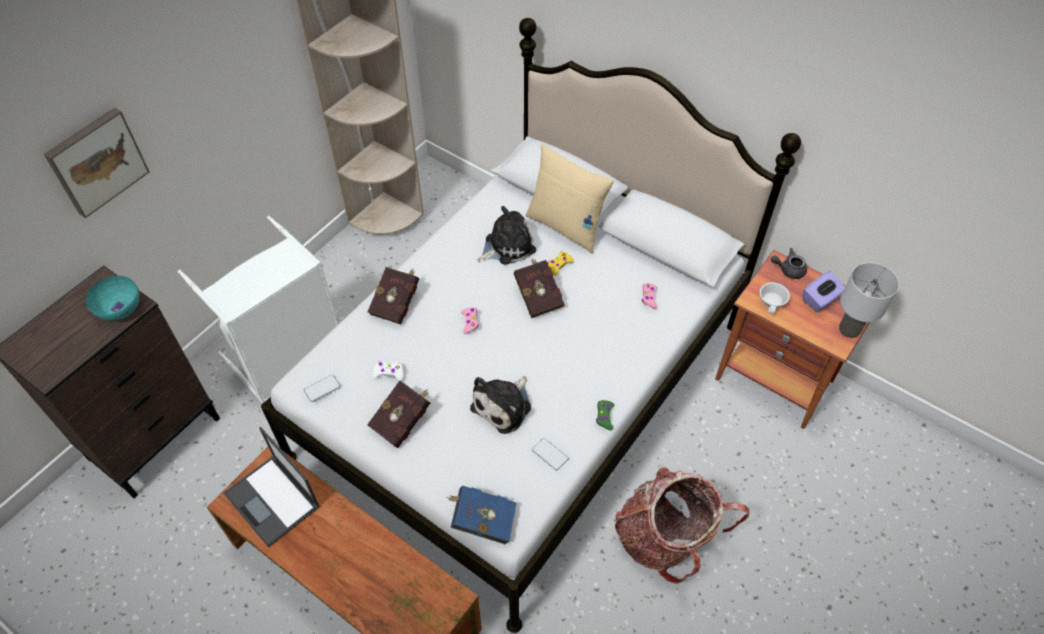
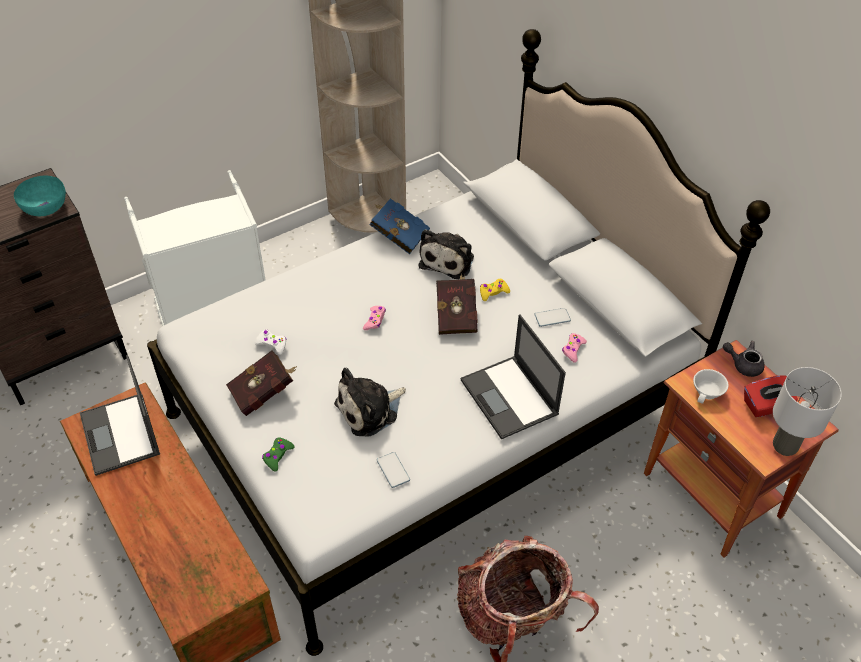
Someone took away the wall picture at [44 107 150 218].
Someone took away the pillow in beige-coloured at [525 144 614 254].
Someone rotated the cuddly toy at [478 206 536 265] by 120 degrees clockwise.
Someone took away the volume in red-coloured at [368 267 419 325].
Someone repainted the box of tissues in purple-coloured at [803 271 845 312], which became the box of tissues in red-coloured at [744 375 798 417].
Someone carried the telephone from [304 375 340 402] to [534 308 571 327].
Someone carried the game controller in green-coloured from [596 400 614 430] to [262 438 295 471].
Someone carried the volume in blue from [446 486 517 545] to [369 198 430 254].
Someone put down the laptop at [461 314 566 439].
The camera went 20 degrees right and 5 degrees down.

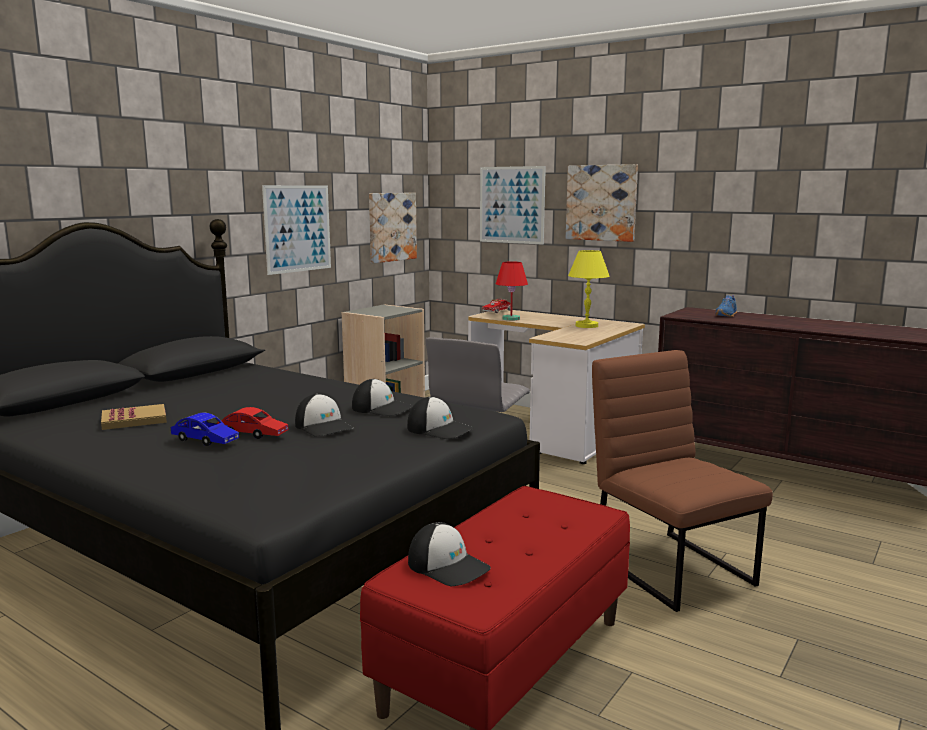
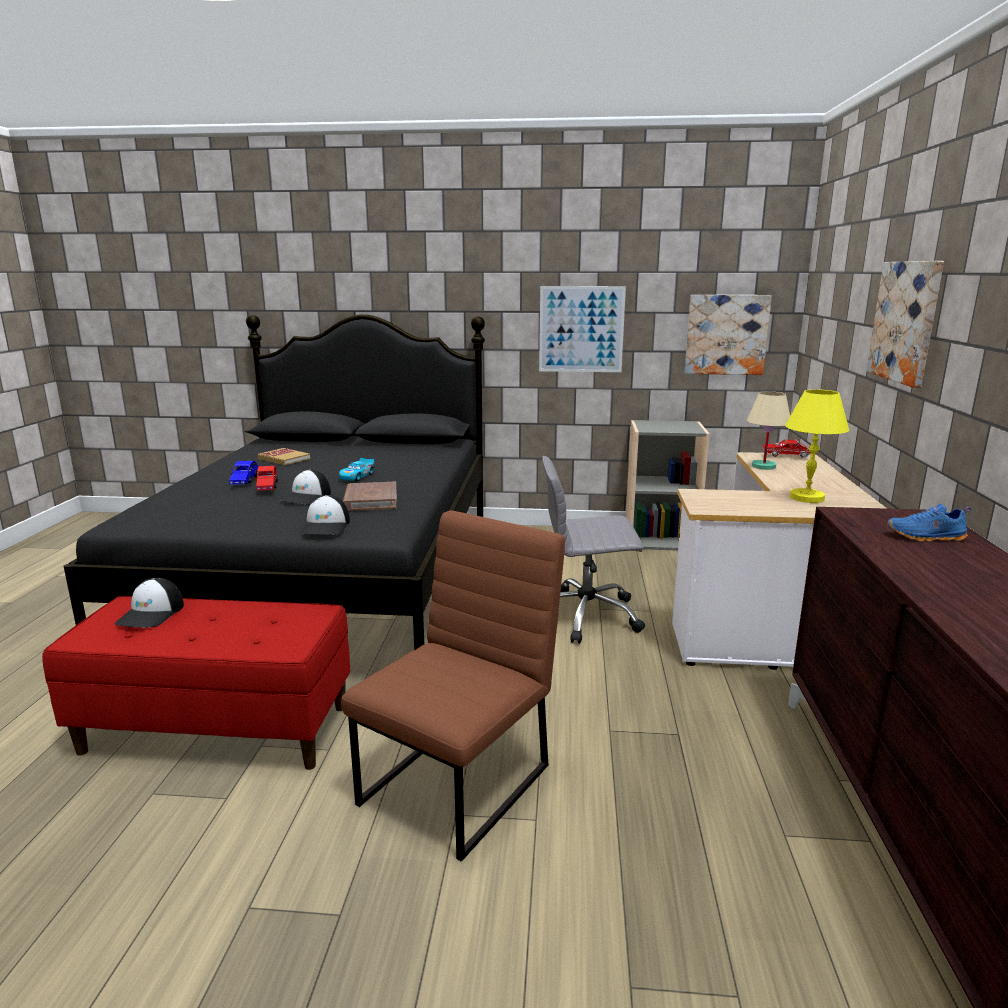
Someone took away the wall picture at [480 166 546 245].
Someone repainted the lamp for a table in red-coloured at [496 262 528 321], which became the lamp for a table in beige-coloured at [747 392 790 470].
Someone swapped the baseball cap at [352 379 413 416] for the volume in brownish at [343 482 397 511].
Someone put down the model car at [339 458 374 481].
The camera went 60 degrees right and 5 degrees up.

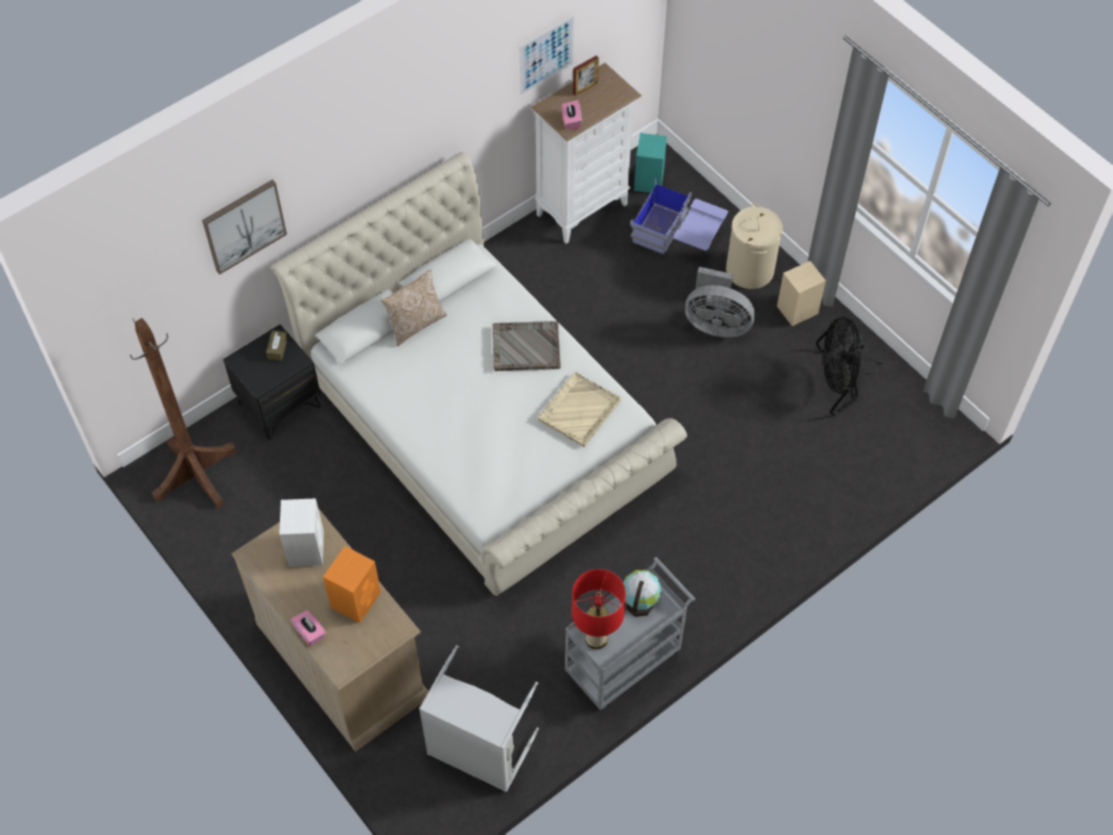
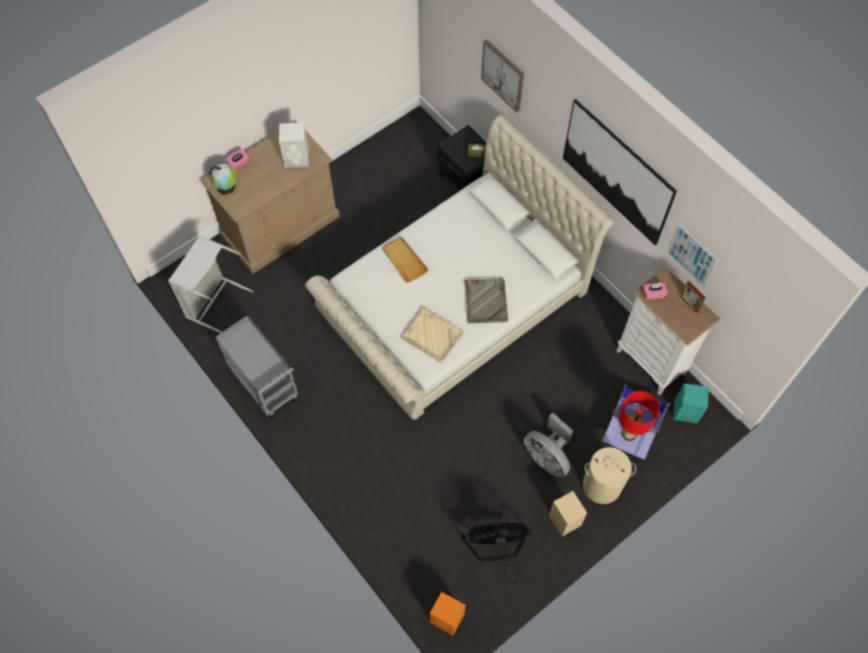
Someone rotated the cooling fan in greyish at [685 267 755 337] by 60 degrees counterclockwise.
Someone took away the pillow at [381 269 447 347].
Someone took away the garment rack in brownish at [130 318 237 508].
Someone carried the speaker in orangey from [323 546 381 623] to [430 592 466 636].
Someone carried the lamp for a table in red-coloured from [572 569 626 649] to [619 391 660 441].
Someone carried the desk globe from [623 570 662 617] to [209 164 237 195].
Someone put up the wall picture at [563 99 677 245].
Someone put down the tray in beige-coloured at [382 237 429 283].
The camera went 90 degrees right and 5 degrees up.

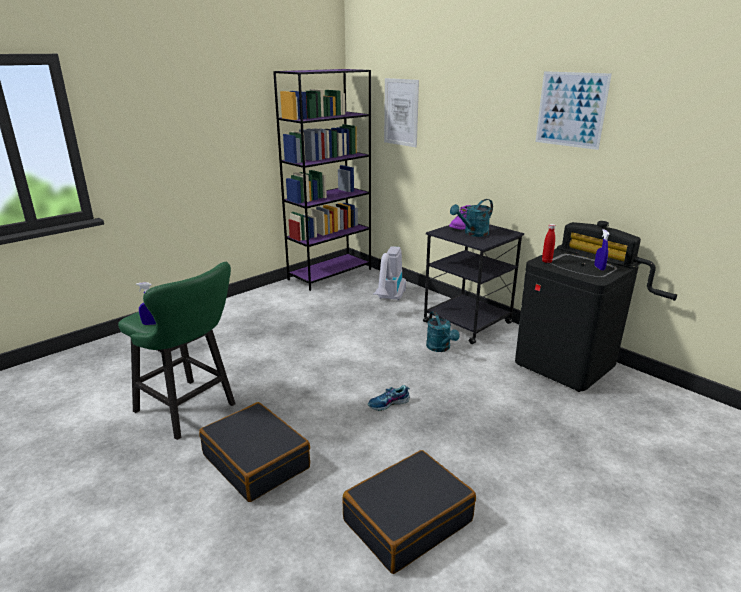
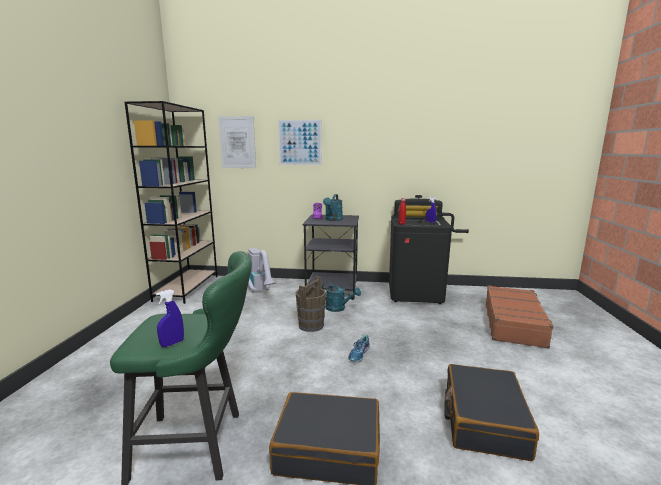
Someone repainted the bookcase in purple-coloured at [273 69 371 291], which became the bookcase in beige-coloured at [125 101 218 304].
Someone carried the wall picture from [535 71 612 150] to [278 120 322 165].
Someone put down the water bucket in brownish at [296 276 326 332].
Someone put down the suitcase in brownish at [486 285 554 349].
The camera went 40 degrees left and 10 degrees down.

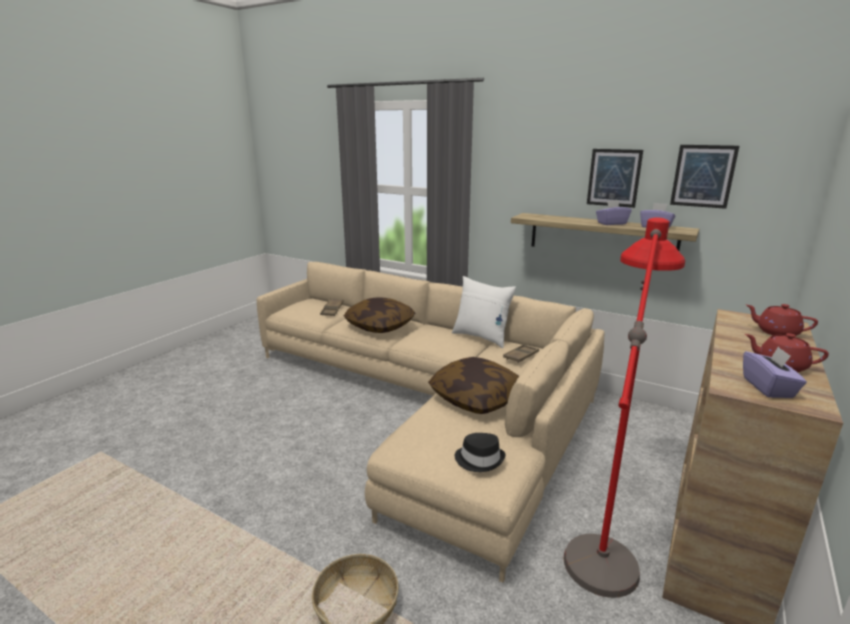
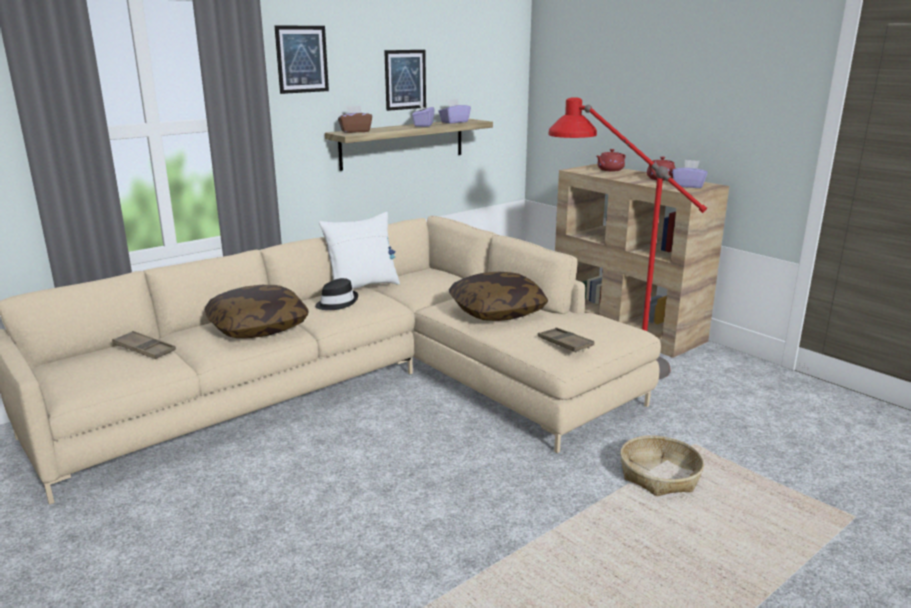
Someone carried the wall picture from [670 145 739 209] to [274 25 329 94].
Someone carried the tray in brownish from [503 344 539 363] to [538 327 594 352].
Someone carried the clothing hat in blackish from [455 433 505 472] to [315 278 358 310].
Someone put down the box of tissues in brownish at [338 106 372 133].
The camera went 70 degrees left and 0 degrees up.

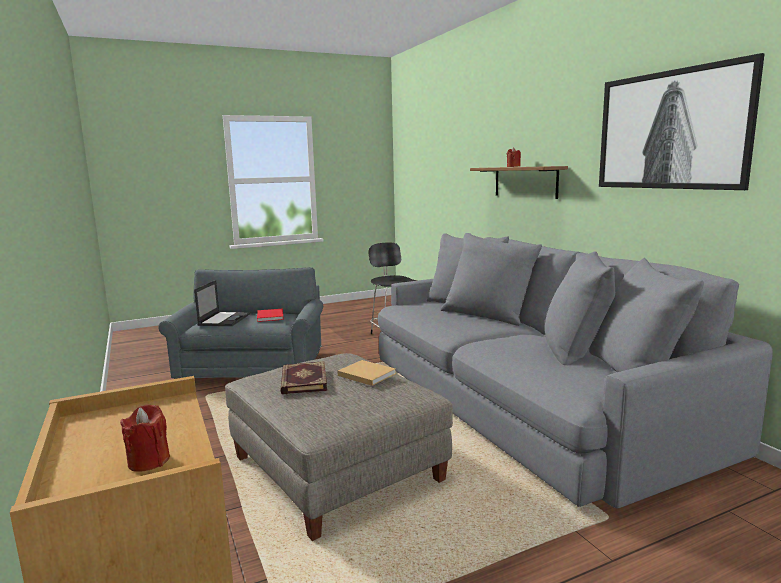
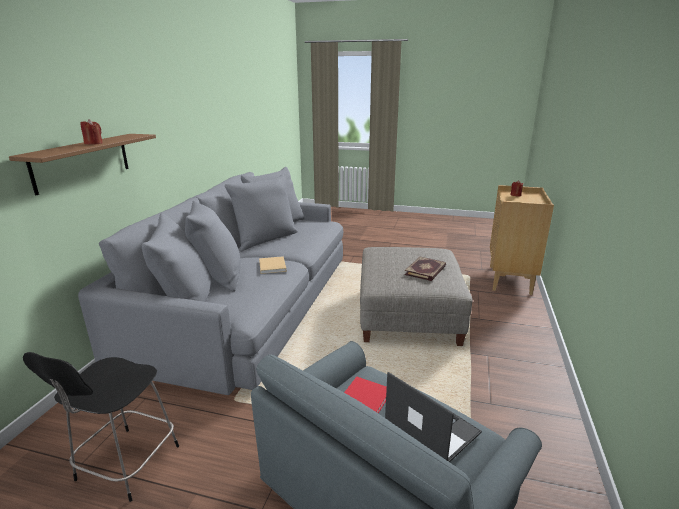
Someone took away the wall picture at [599 53 765 190].
Someone rotated the laptop at [194 280 250 326] by 90 degrees clockwise.
Someone carried the volume in beige-coloured from [338 360 396 386] to [259 256 286 274].
The camera went 140 degrees left and 10 degrees up.

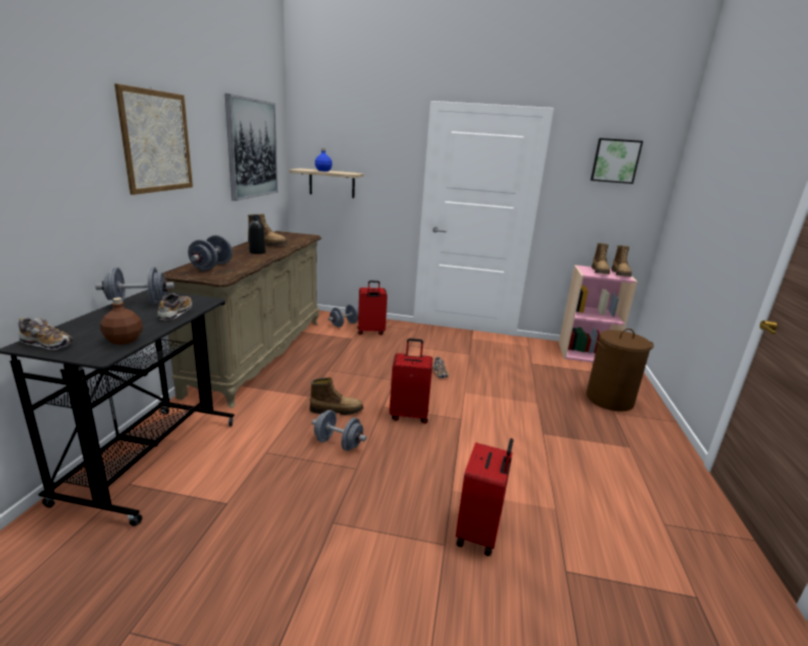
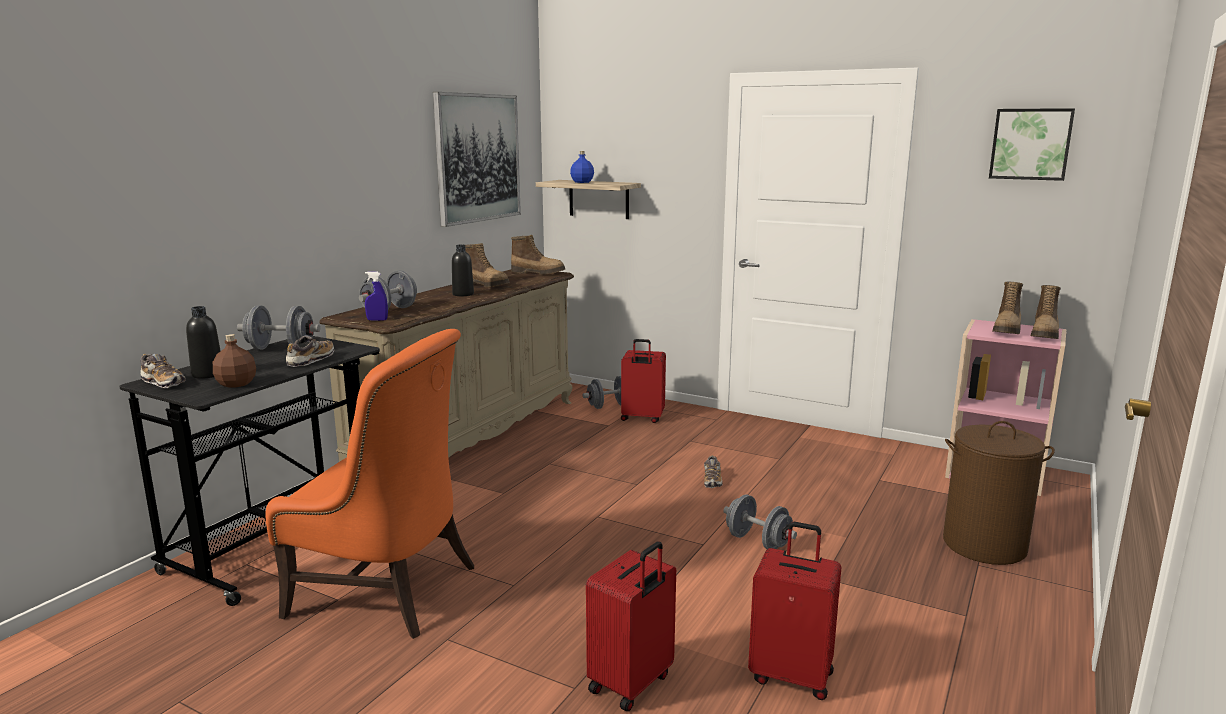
Someone took away the wall picture at [114 84 193 195].
Someone carried the suitcase in red-coloured from [389 338 433 424] to [748 522 842 700].
Someone carried the boot from [310 377 364 415] to [511 235 565 275].
Someone carried the dumbbell in greyish from [312 410 367 451] to [723 495 797 549].
Someone put down the spray bottle in blue at [365 271 388 321].
Someone put down the drink bottle in blackish at [186 306 221 379].
Someone put down the upright chair in orangey at [265 329 474 639].
The camera went 20 degrees right and 5 degrees down.

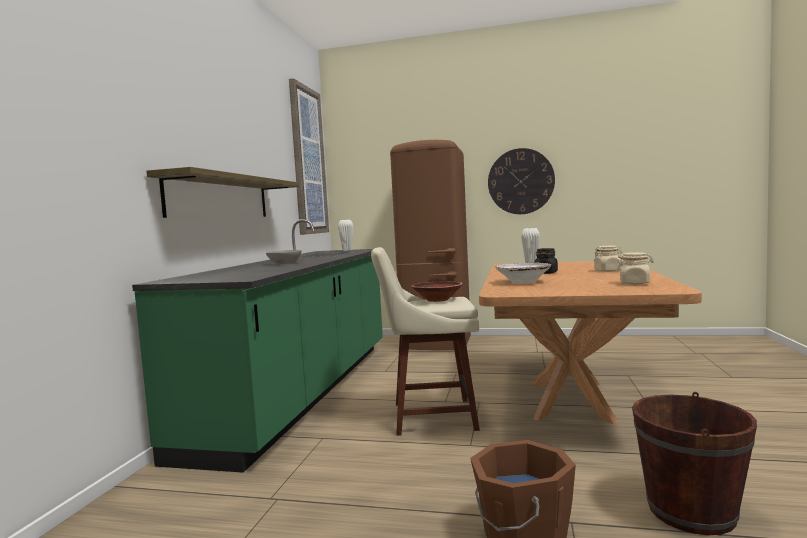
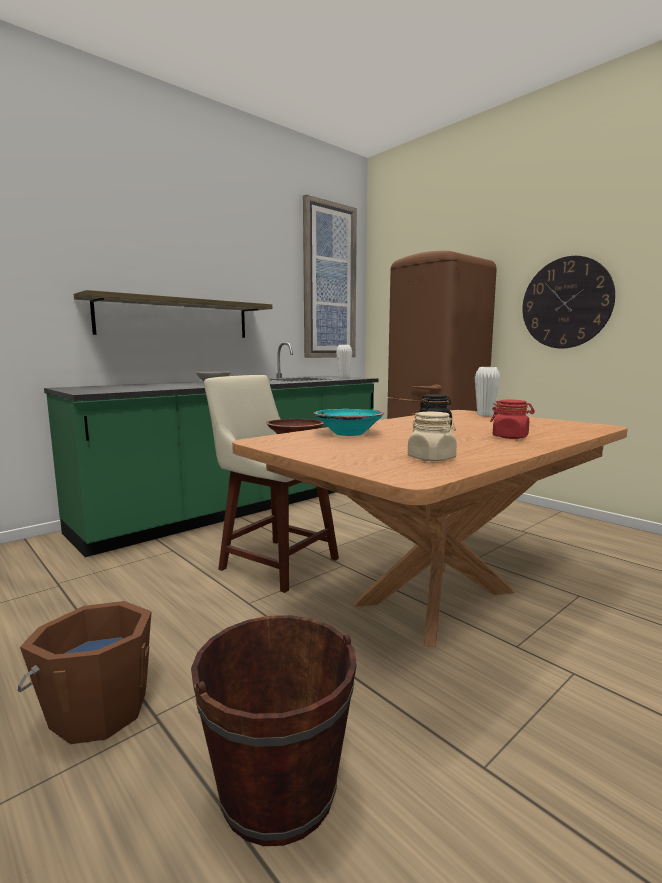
Someone repainted the jar in beige-coloured at [594 246 622 272], which became the jar in red-coloured at [490 400 535 439].
Someone repainted the serving bowl in whitish at [495 263 552 284], which became the serving bowl in turquoise at [313 409 384 436].
The camera went 35 degrees right and 5 degrees up.

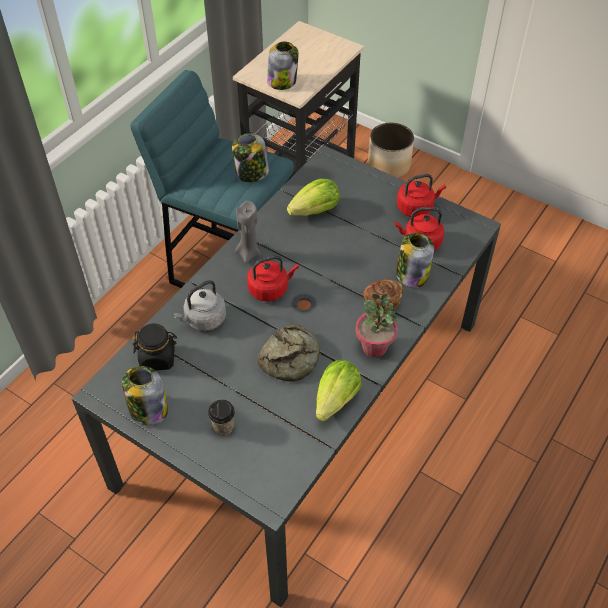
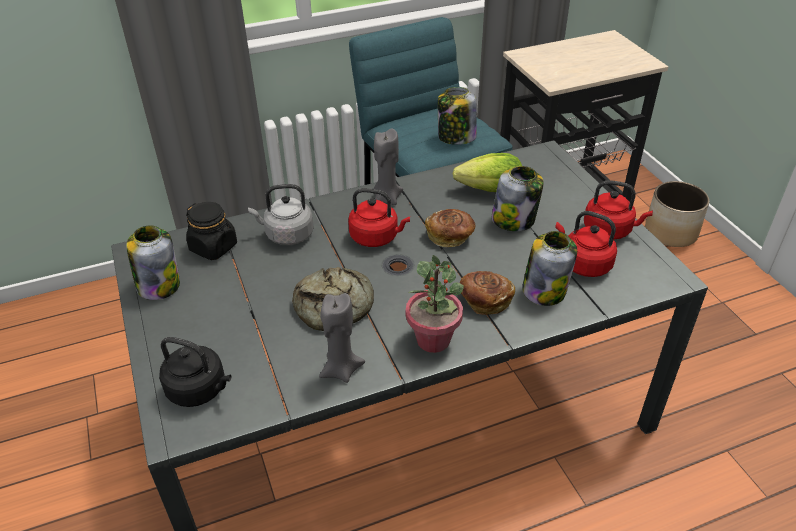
Someone carried the jar from [267 42 298 90] to [492 166 544 231].
Someone swapped the head of lettuce at [316 360 362 421] for the candle in greyish at [319 293 365 383].
Someone took away the drinking cup at [208 400 235 435].
Someone put down the baked bread at [425 209 475 247].
Someone put down the kettle in blackish at [159 337 231 407].
The camera went 35 degrees right and 10 degrees down.

